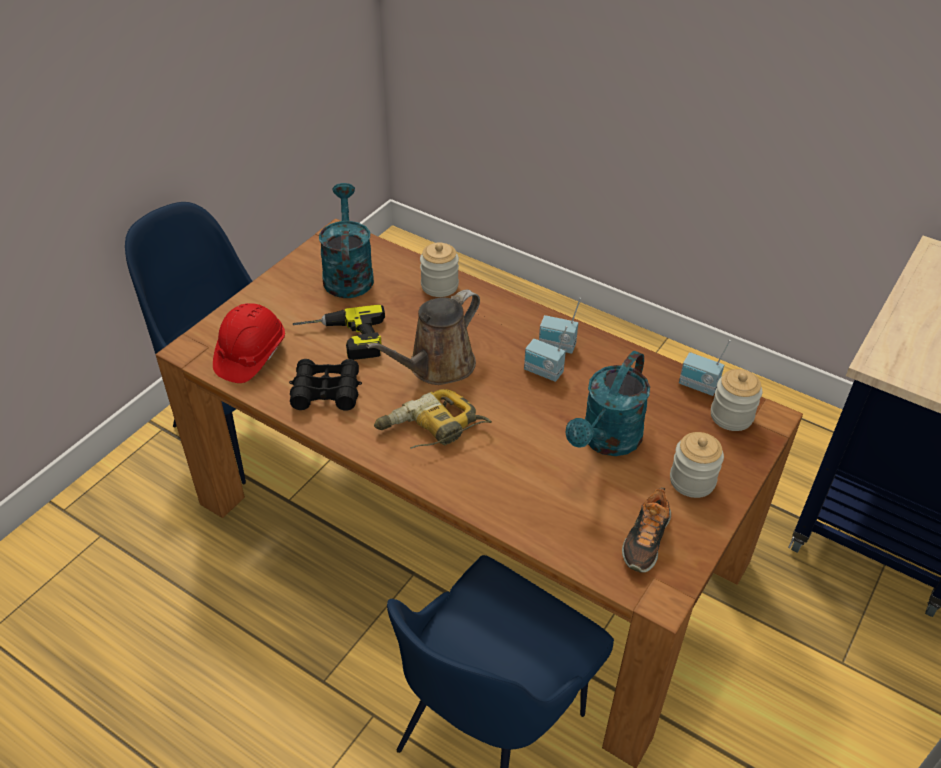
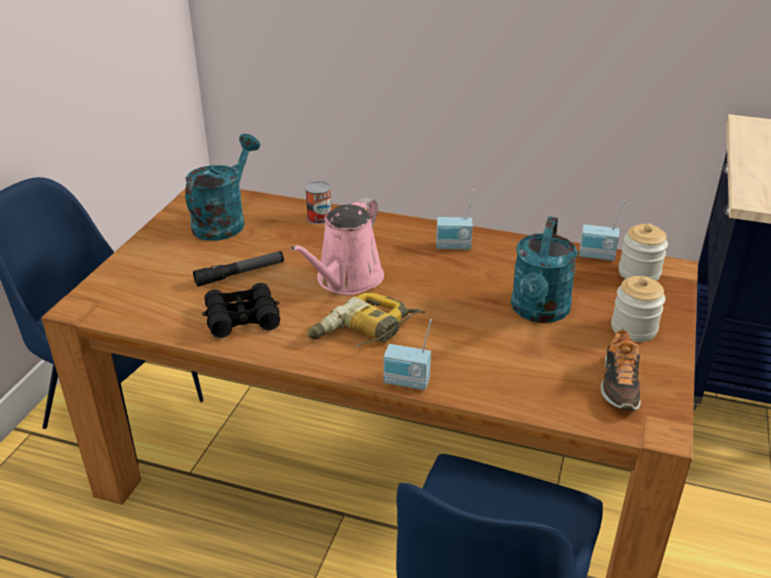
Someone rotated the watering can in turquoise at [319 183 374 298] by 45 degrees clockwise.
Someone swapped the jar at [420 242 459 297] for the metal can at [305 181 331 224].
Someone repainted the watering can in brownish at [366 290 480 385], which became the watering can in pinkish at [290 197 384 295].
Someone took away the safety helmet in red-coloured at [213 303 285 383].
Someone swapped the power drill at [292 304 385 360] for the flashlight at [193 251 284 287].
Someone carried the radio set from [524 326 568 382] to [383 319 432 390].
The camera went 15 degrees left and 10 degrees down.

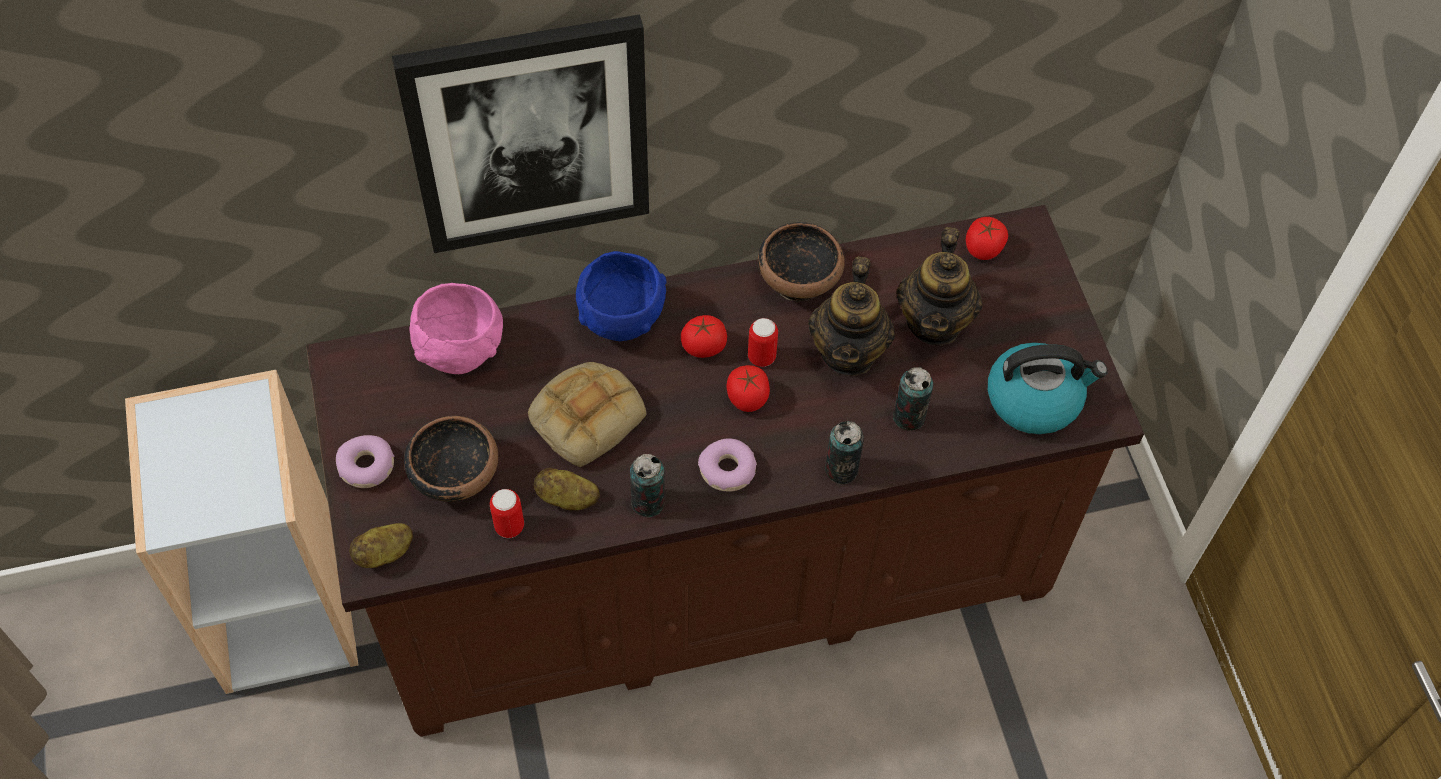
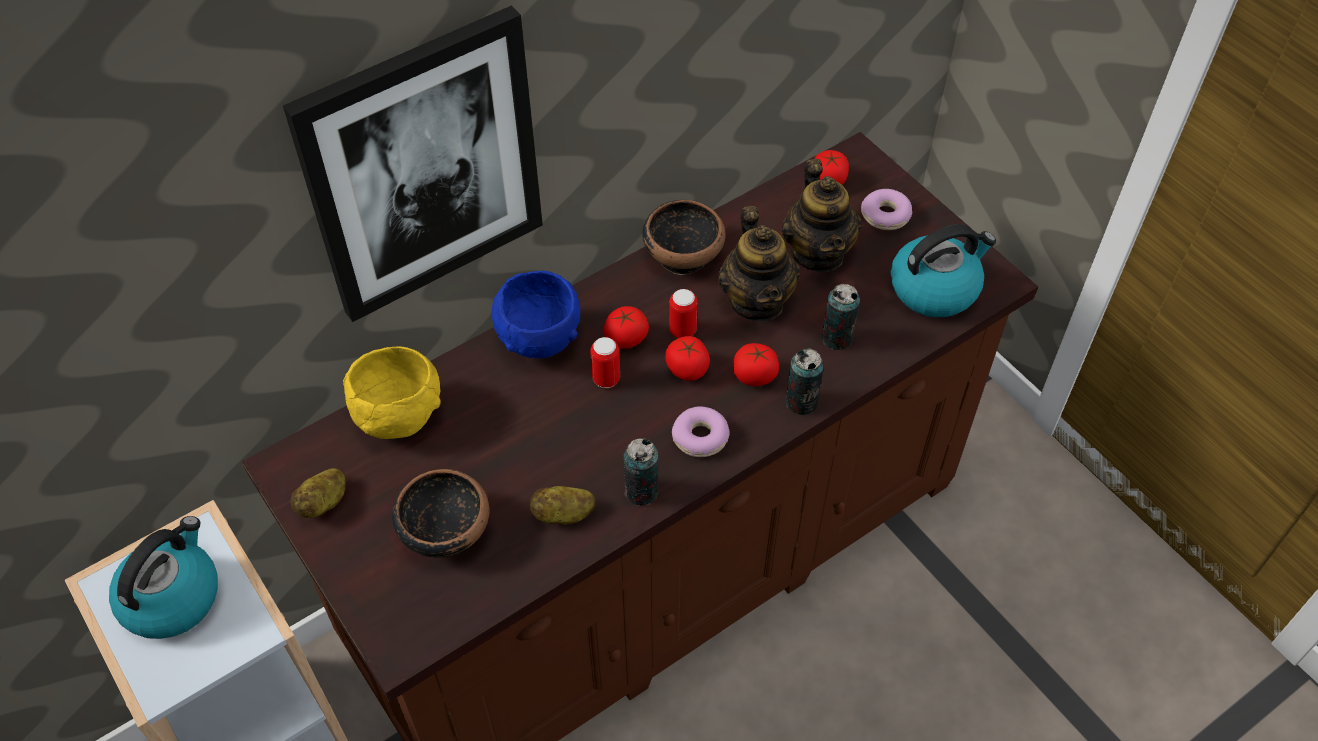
Someone repainted the serving bowl in pinkish at [409 283 503 374], which became the serving bowl in yellow at [343 346 441 439].
Someone took away the baked bread at [528 362 647 467].
Someone carried the ring doughnut from [336 435 394 488] to [861 189 912 230].
Someone carried the metal can from [490 489 524 538] to [590 337 620 388].
Someone carried the potato from [350 523 413 568] to [290 468 346 518].
Someone put down the fresh tomato at [733 343 779 386].
Someone put down the kettle at [109 516 218 639].
The camera went 20 degrees left and 5 degrees down.

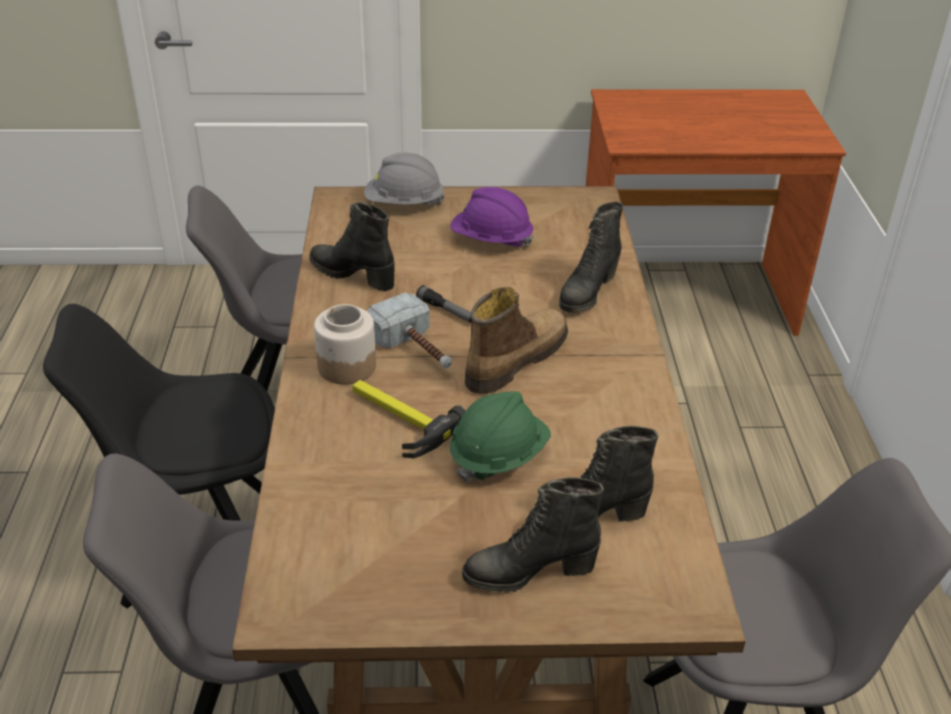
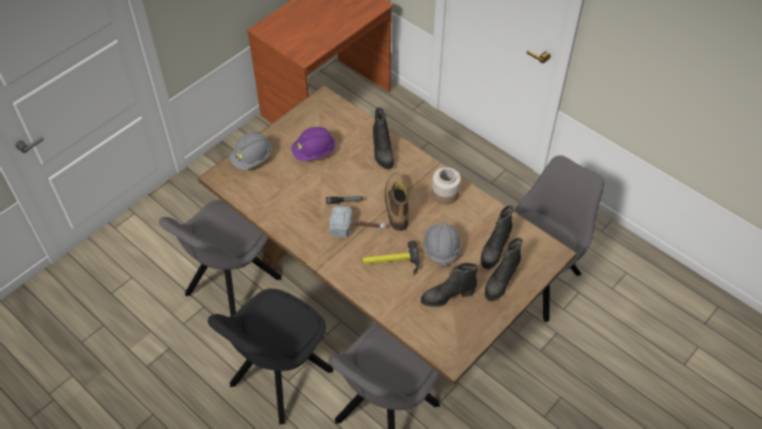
Someone carried the boot in blackish from [309 202 394 291] to [421 263 478 307].
Someone carried the jar from [314 304 376 385] to [432 167 461 205].
Someone repainted the safety helmet in green-coloured at [450 391 551 483], which became the safety helmet in greyish at [423 222 461 267].
The camera went 45 degrees left and 15 degrees up.

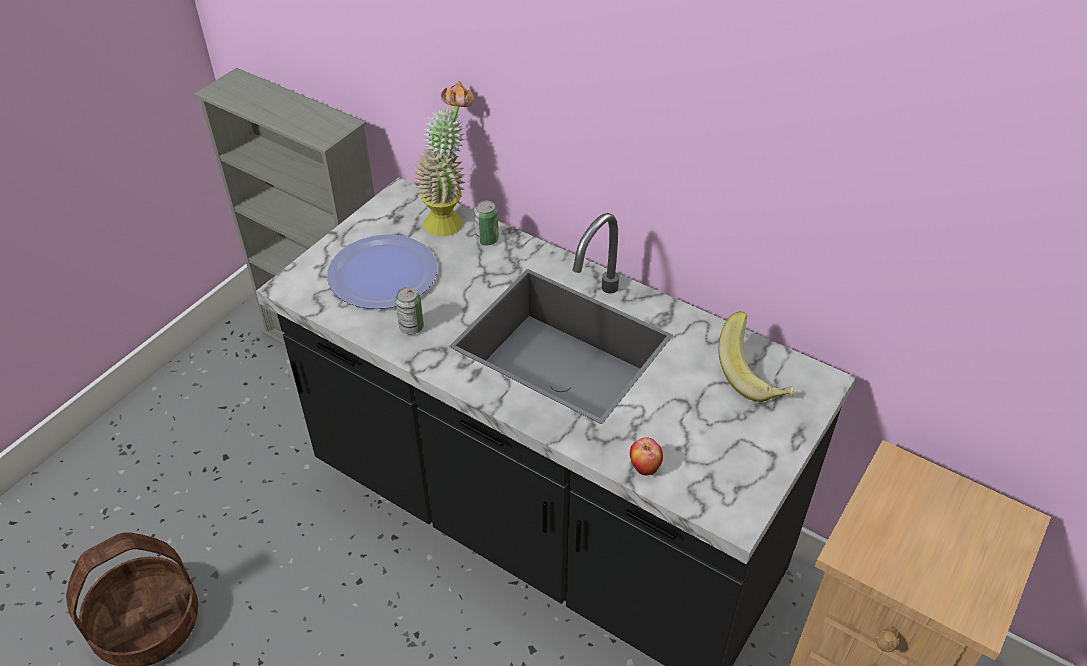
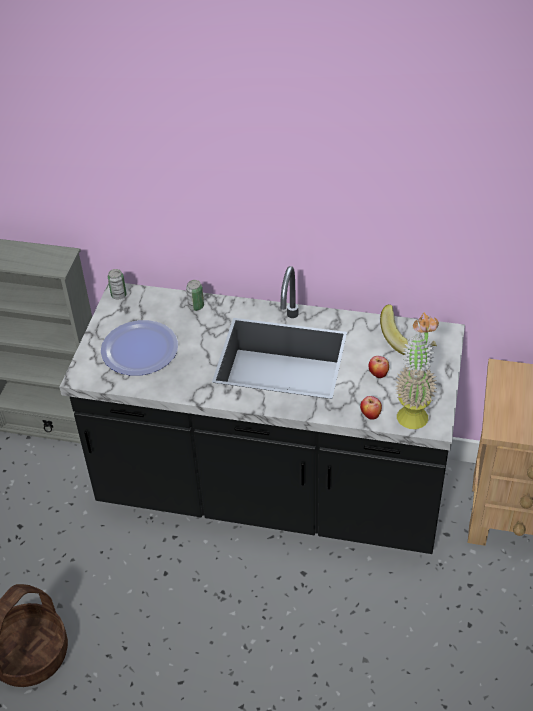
Someone carried the houseplant from [414 81 474 236] to [395 312 439 429].
Someone carried the metal can from [395 287 424 335] to [108 269 127 299].
Someone put down the apple fruit at [368 356 389 378].
The camera went 20 degrees left and 0 degrees up.

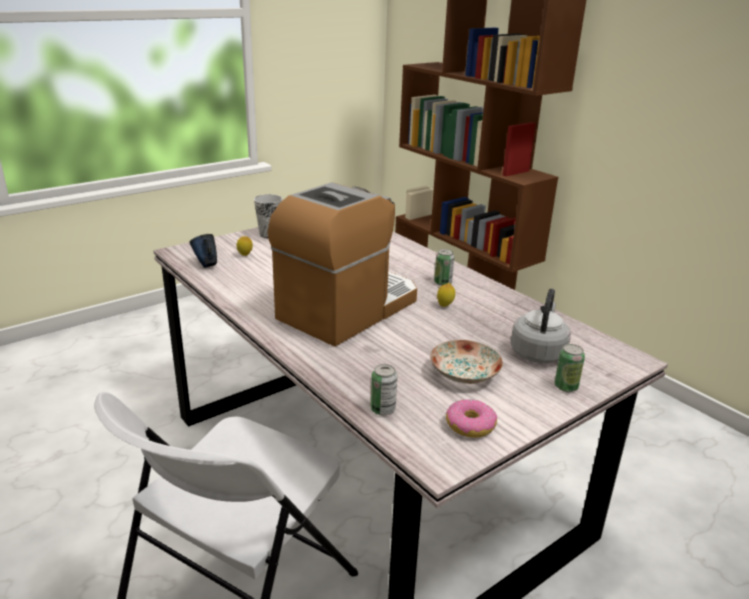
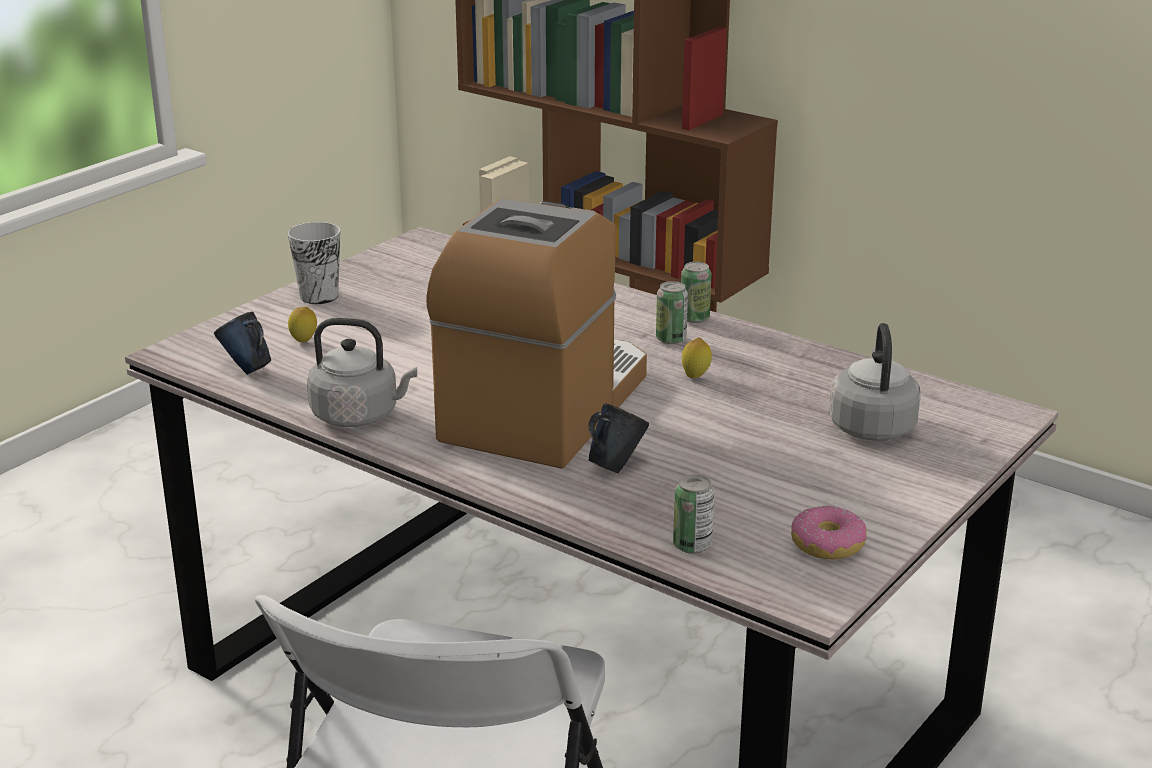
Someone took away the flat dish at [430 340 503 384].
Someone carried the metal can from [555 344 585 392] to [681 262 712 323].
Someone put down the kettle in greyish at [307 318 417 427].
Someone put down the coffee mug in blue at [589 403 649 473].
The camera went 15 degrees left and 0 degrees up.

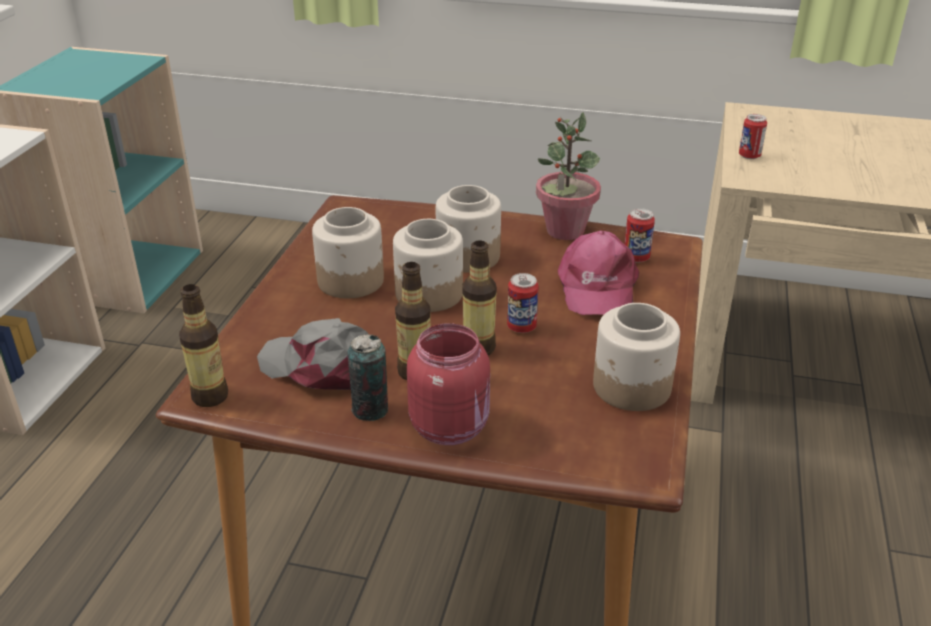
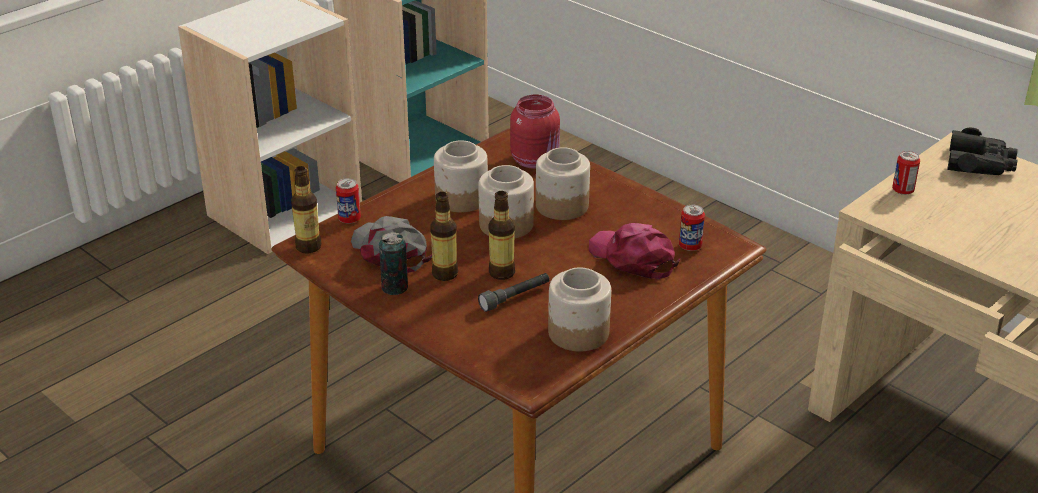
Someone took away the houseplant at [536 112 601 240].
Someone rotated the baseball cap in pinkish at [558 230 639 315] by 105 degrees clockwise.
Someone carried the metal can from [507 273 539 333] to [336 178 361 224].
Someone carried the jar in red-coloured from [407 323 490 445] to [510 95 560 169].
Someone put down the pair of binoculars in blackish at [947 128 1018 175].
Someone put down the flashlight in greyish at [478 273 549 312].
The camera went 30 degrees right and 0 degrees up.

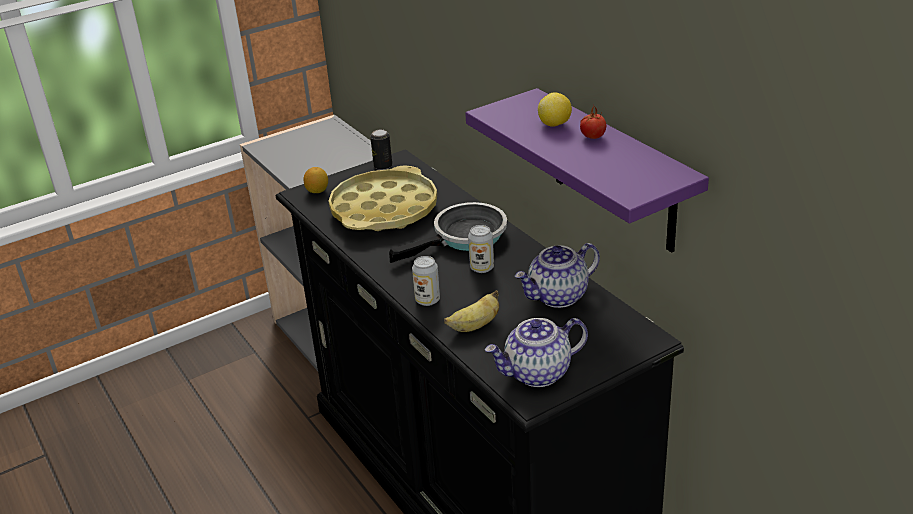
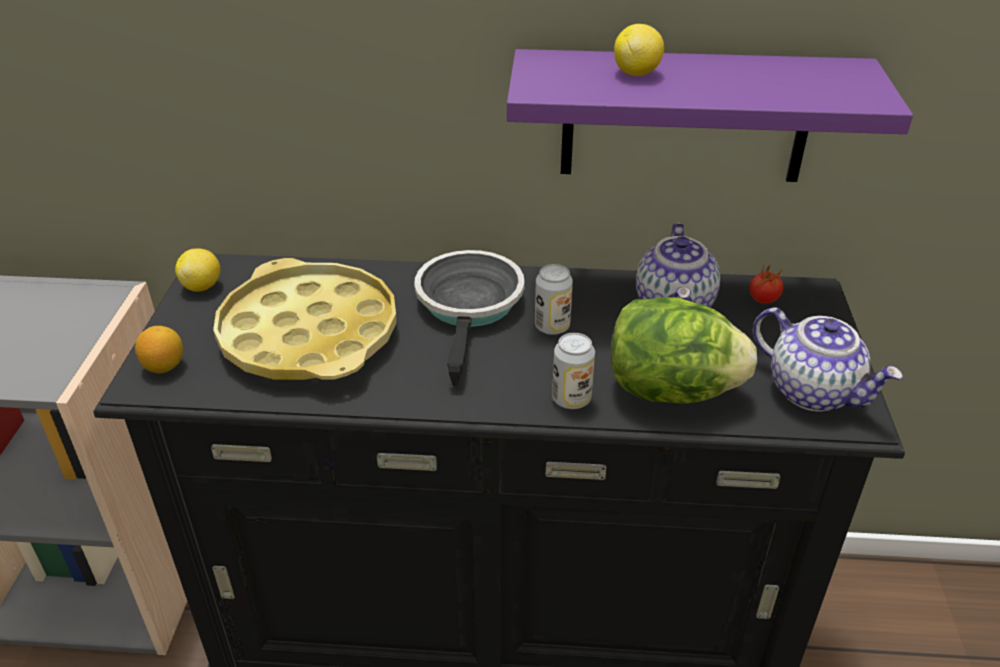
Someone carried the fresh tomato from [580 105 606 139] to [749 264 783 304].
Someone swapped the metal can at [370 129 392 170] for the lemon at [175 248 220 292].
Someone swapped the whole banana at [444 290 499 332] for the head of lettuce at [611 297 757 403].
Someone rotated the teapot at [485 318 588 387] by 60 degrees counterclockwise.
The camera went 55 degrees left and 5 degrees up.

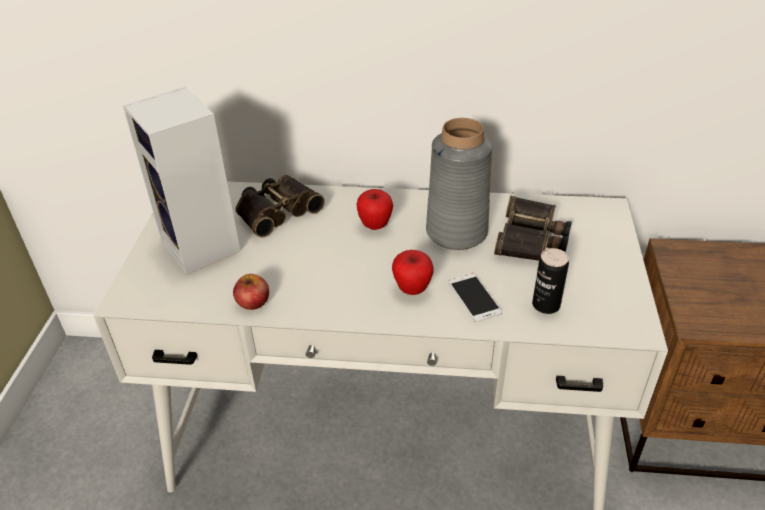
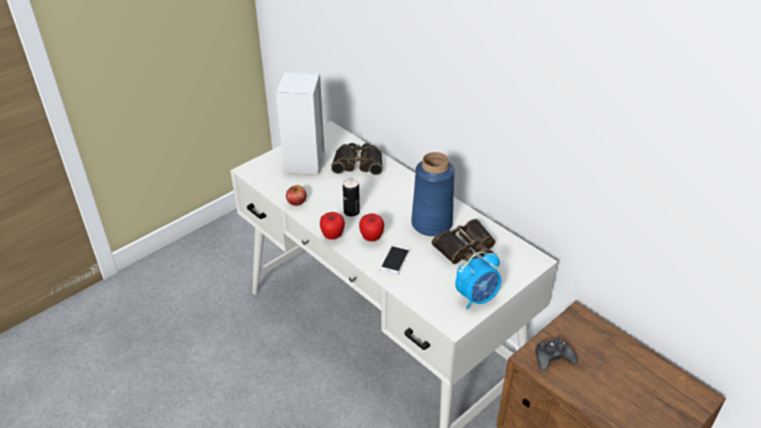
Someone repainted the vase in greyish at [426 118 493 250], which became the vase in blue at [411 152 455 236].
Someone carried the apple fruit from [356 189 393 230] to [320 212 345 240].
Someone carried the metal can from [532 248 569 314] to [343 178 360 217].
Someone put down the alarm clock at [455 252 501 310].
Someone put down the game controller in blackish at [535 338 577 371].
The camera went 40 degrees right and 0 degrees up.

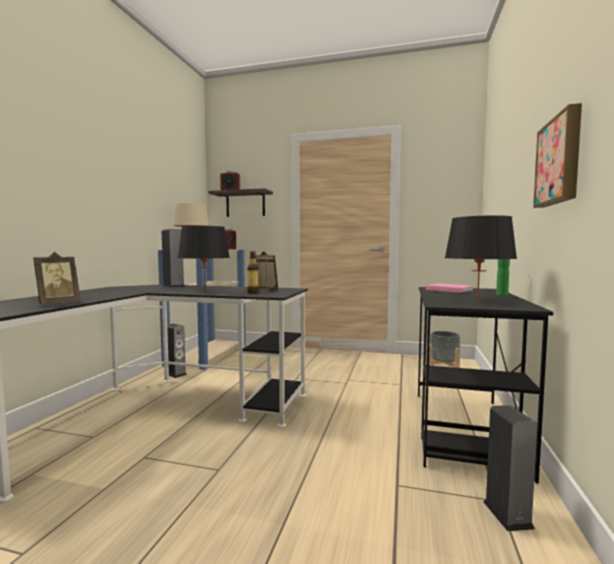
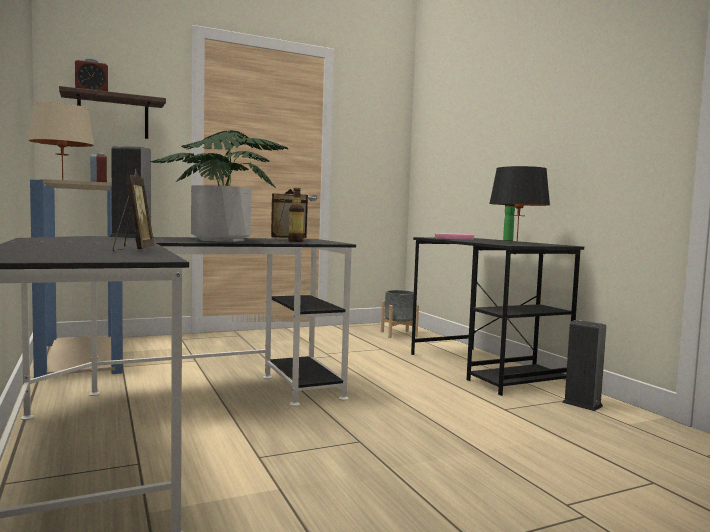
Someone took away the wall picture at [533 103 582 208].
Someone swapped the lamp for a table in blackish at [178 226 230 291] for the houseplant at [150 130 288 242].
Someone took away the speaker at [167 324 187 378].
The camera went 40 degrees left and 0 degrees up.

